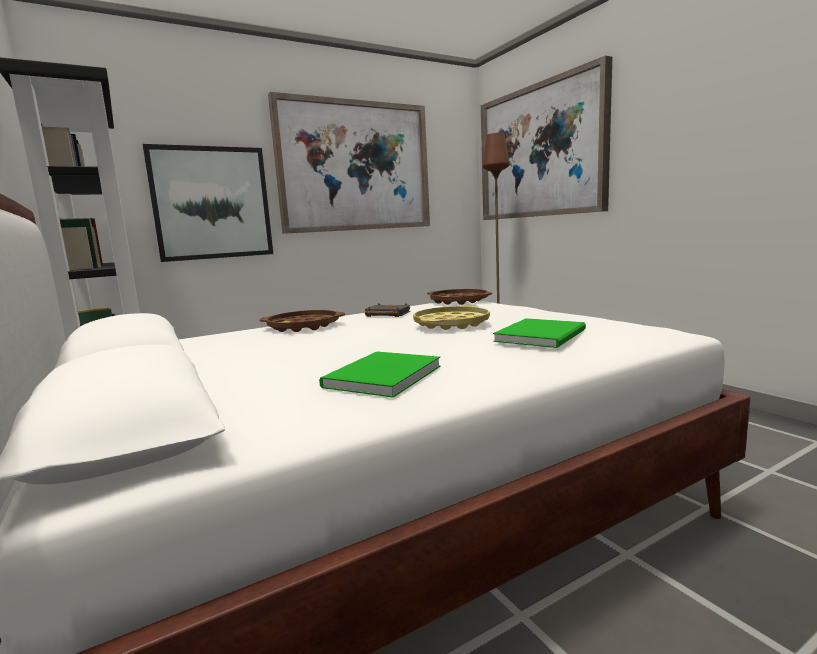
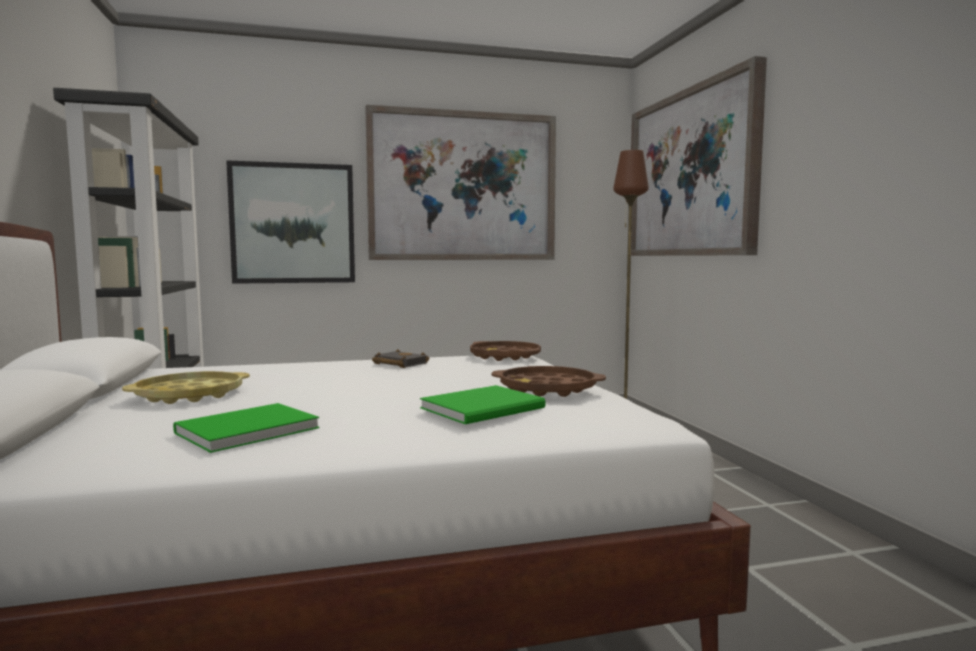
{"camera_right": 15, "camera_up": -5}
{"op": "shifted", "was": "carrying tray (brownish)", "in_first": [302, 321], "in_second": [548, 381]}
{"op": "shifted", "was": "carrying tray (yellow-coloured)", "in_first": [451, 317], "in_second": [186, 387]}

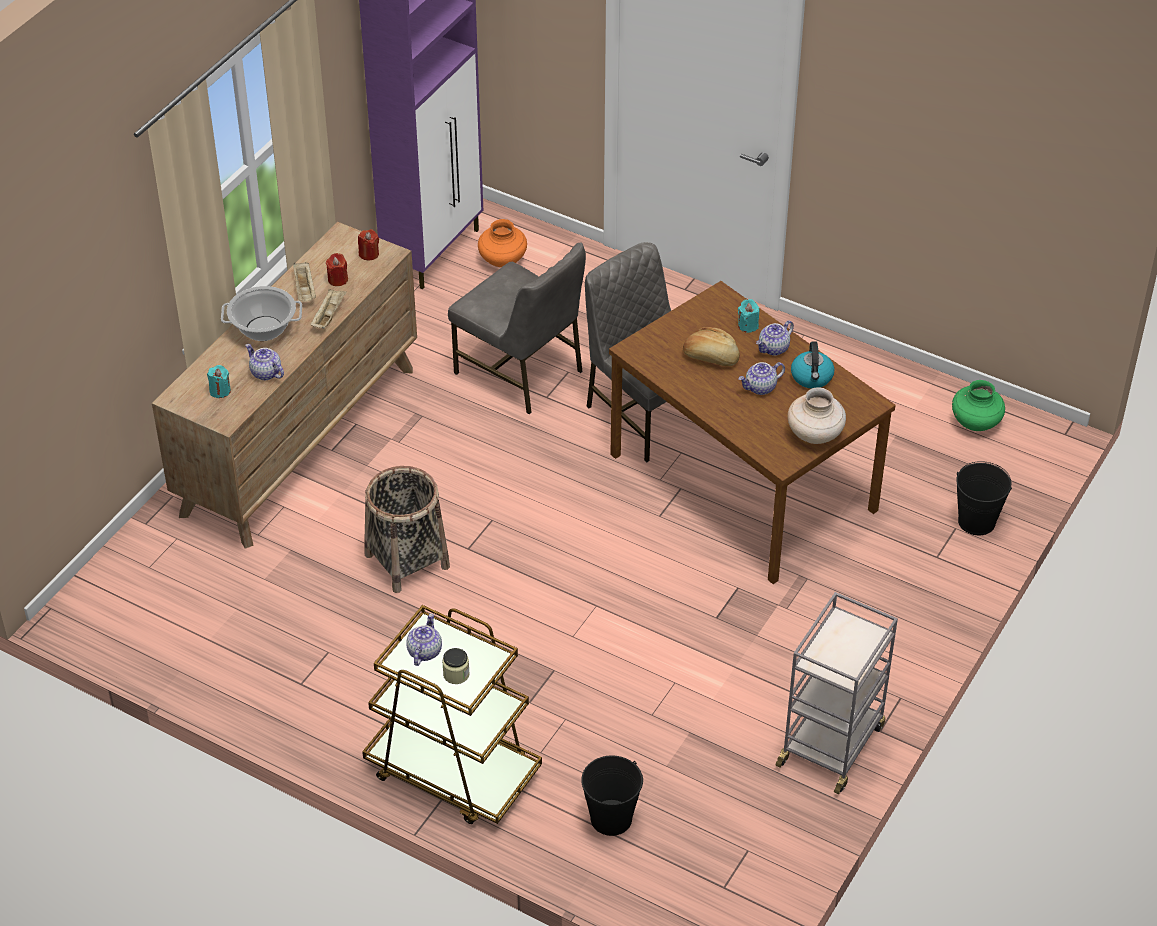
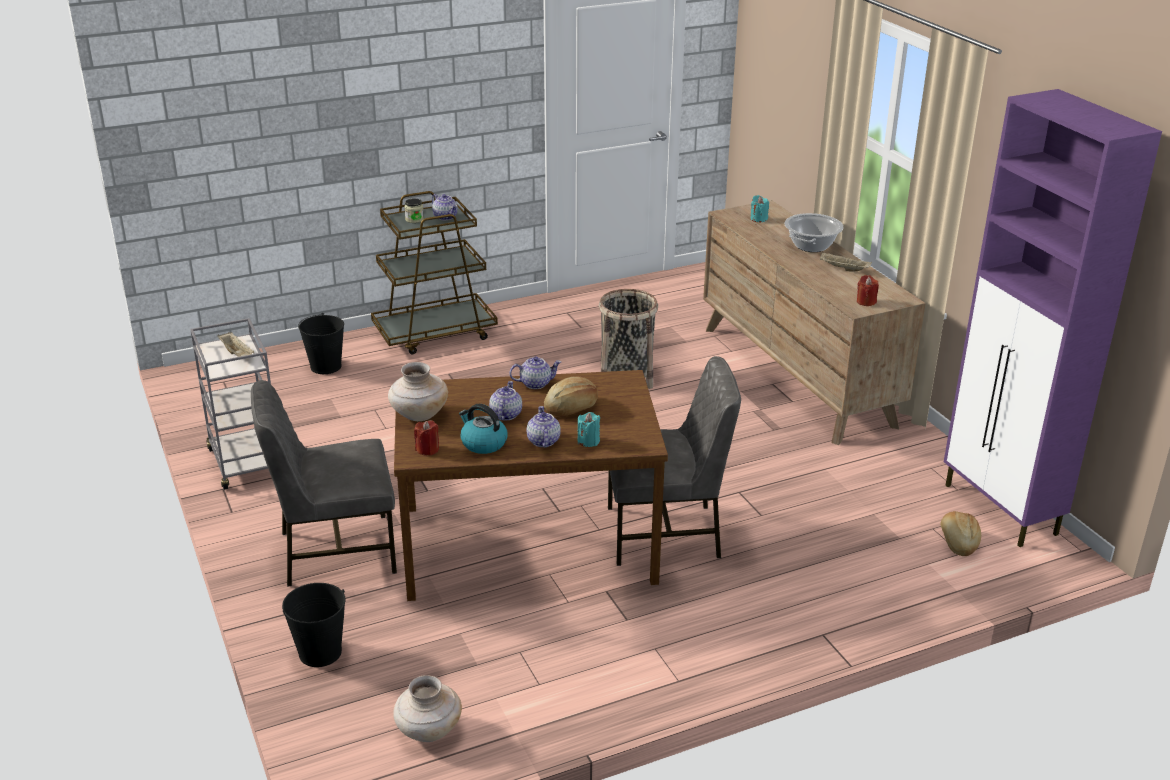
{"camera_right": 125, "camera_up": -15}
{"op": "shifted", "was": "pot for tea", "in_first": [264, 362], "in_second": [535, 373]}
{"op": "shifted", "was": "carrying tray (beige-coloured)", "in_first": [329, 309], "in_second": [235, 344]}
{"op": "shifted", "was": "candle (red-coloured)", "in_first": [337, 269], "in_second": [426, 438]}
{"op": "shifted", "was": "chair (greyish)", "in_first": [517, 328], "in_second": [324, 483]}
{"op": "swapped", "was": "vase (orange-coloured)", "now": "bakery bread", "in_first": [502, 243], "in_second": [960, 533]}
{"op": "repainted", "was": "vase (green)", "now": "vase (beige-coloured)", "in_first": [978, 405], "in_second": [427, 708]}

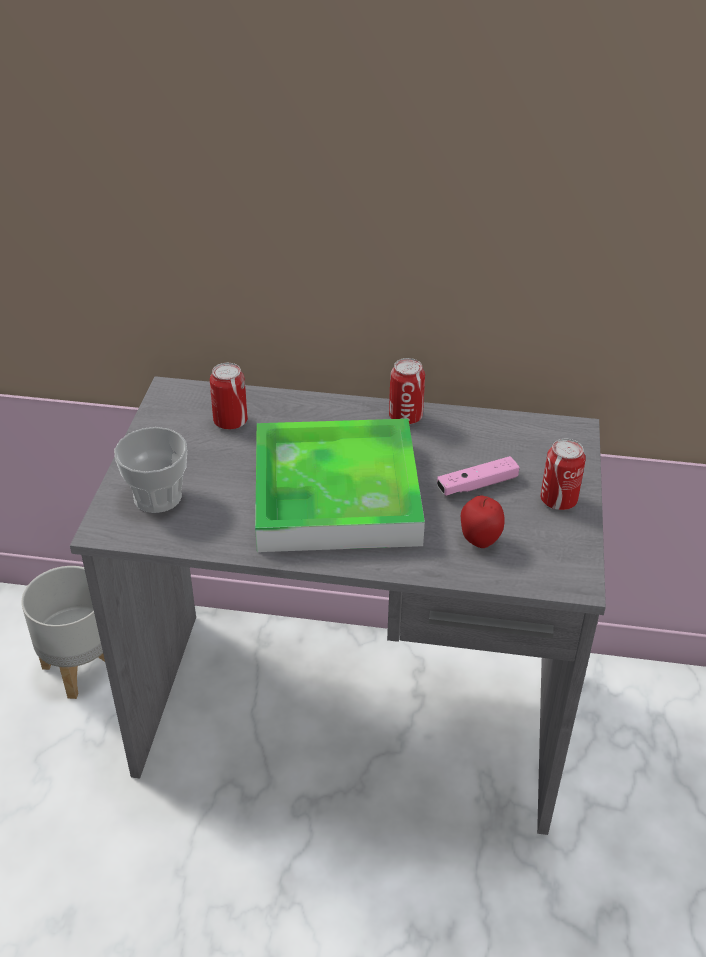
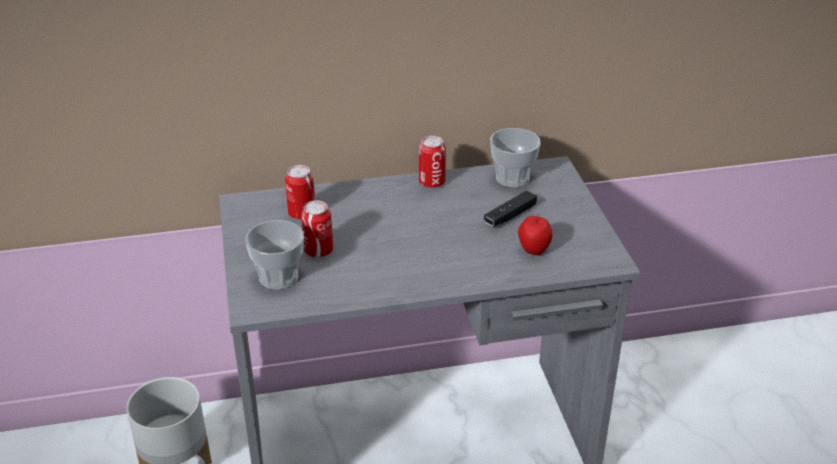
{"camera_right": -20, "camera_up": -5}
{"op": "gone", "was": "carrying tray", "in_first": [340, 485]}
{"op": "repainted", "was": "game controller (pink-coloured)", "now": "game controller (black)", "in_first": [478, 476], "in_second": [510, 209]}
{"op": "shifted", "was": "can", "in_first": [563, 474], "in_second": [317, 228]}
{"op": "new", "now": "cup", "in_second": [515, 157]}

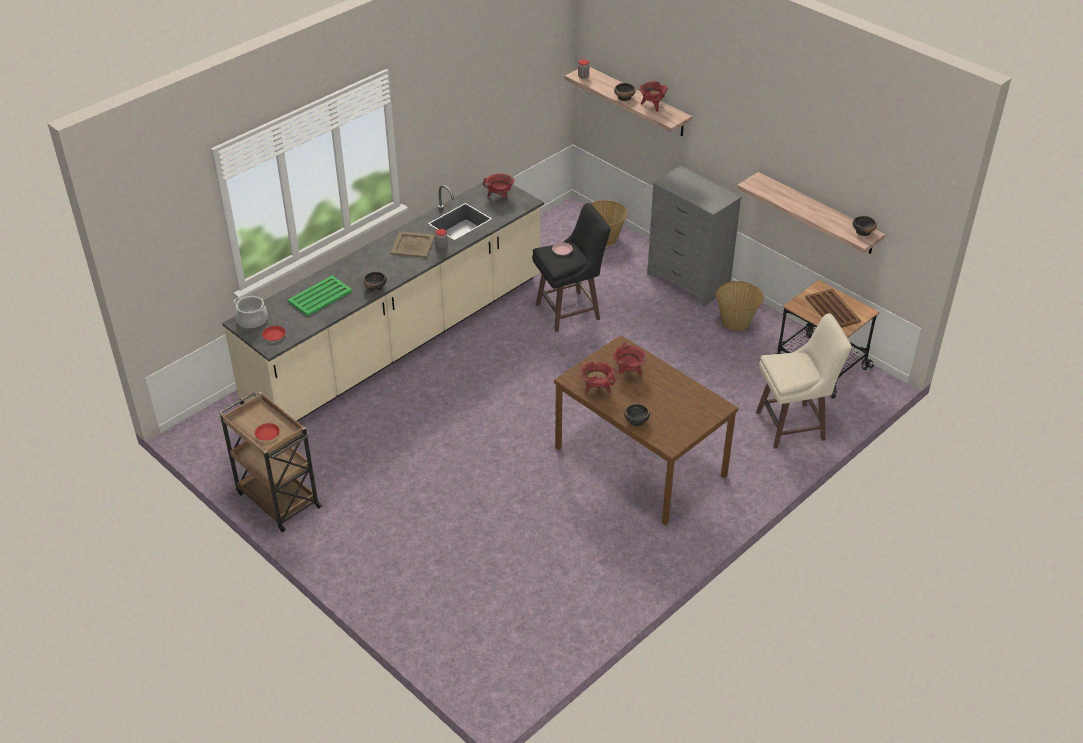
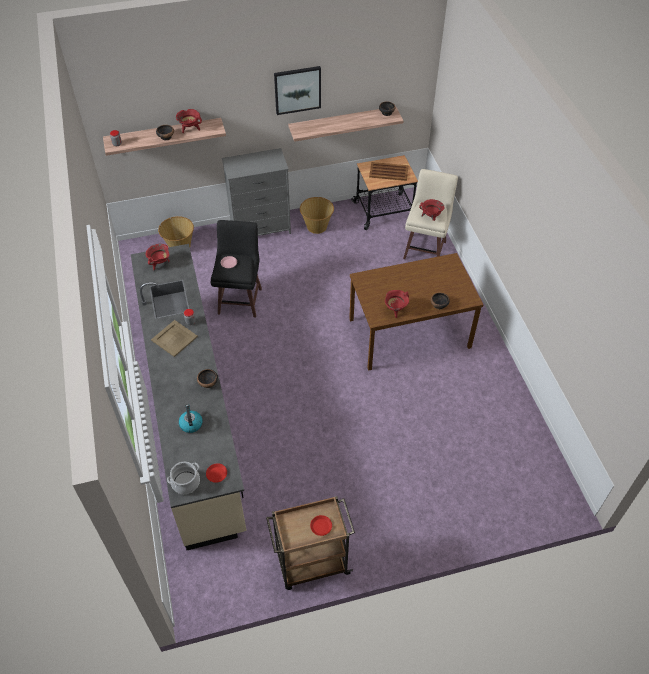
{"camera_right": -60, "camera_up": 10}
{"op": "swapped", "was": "carrying tray (green)", "now": "tea kettle", "in_first": [320, 296], "in_second": [191, 419]}
{"op": "shifted", "was": "stockpot (red-coloured)", "in_first": [629, 358], "in_second": [431, 210]}
{"op": "new", "now": "picture", "in_second": [297, 90]}

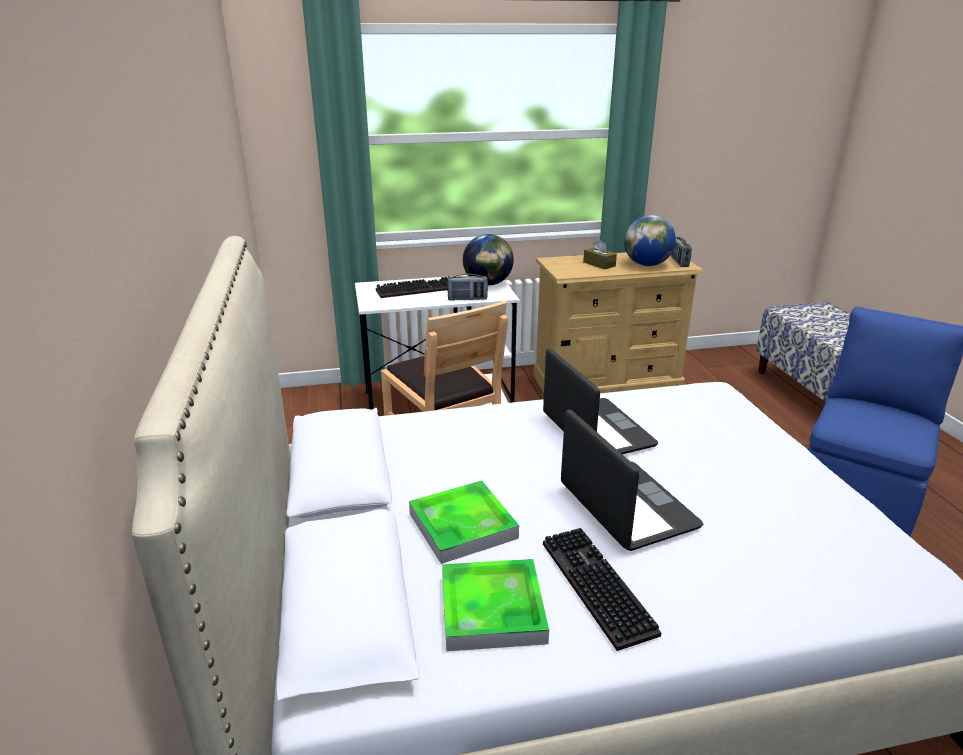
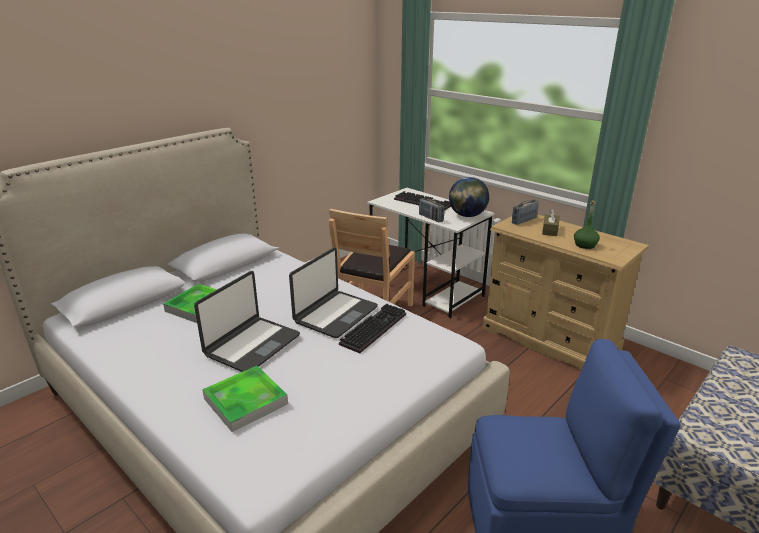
{"camera_right": 55, "camera_up": 0}
{"op": "shifted", "was": "carrying tray", "in_first": [495, 605], "in_second": [245, 399]}
{"op": "shifted", "was": "computer keyboard", "in_first": [602, 589], "in_second": [372, 328]}
{"op": "swapped", "was": "world globe", "now": "beverage bottle (green)", "in_first": [650, 240], "in_second": [587, 225]}
{"op": "shifted", "was": "radio receiver", "in_first": [681, 252], "in_second": [525, 212]}

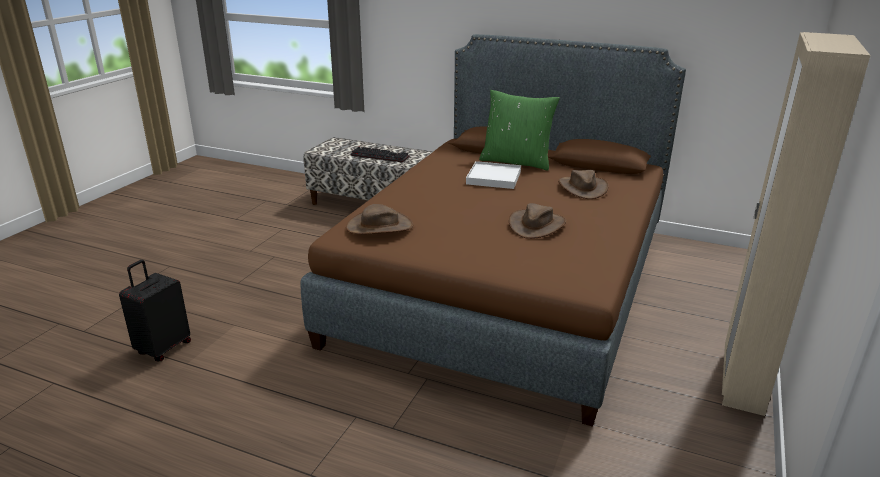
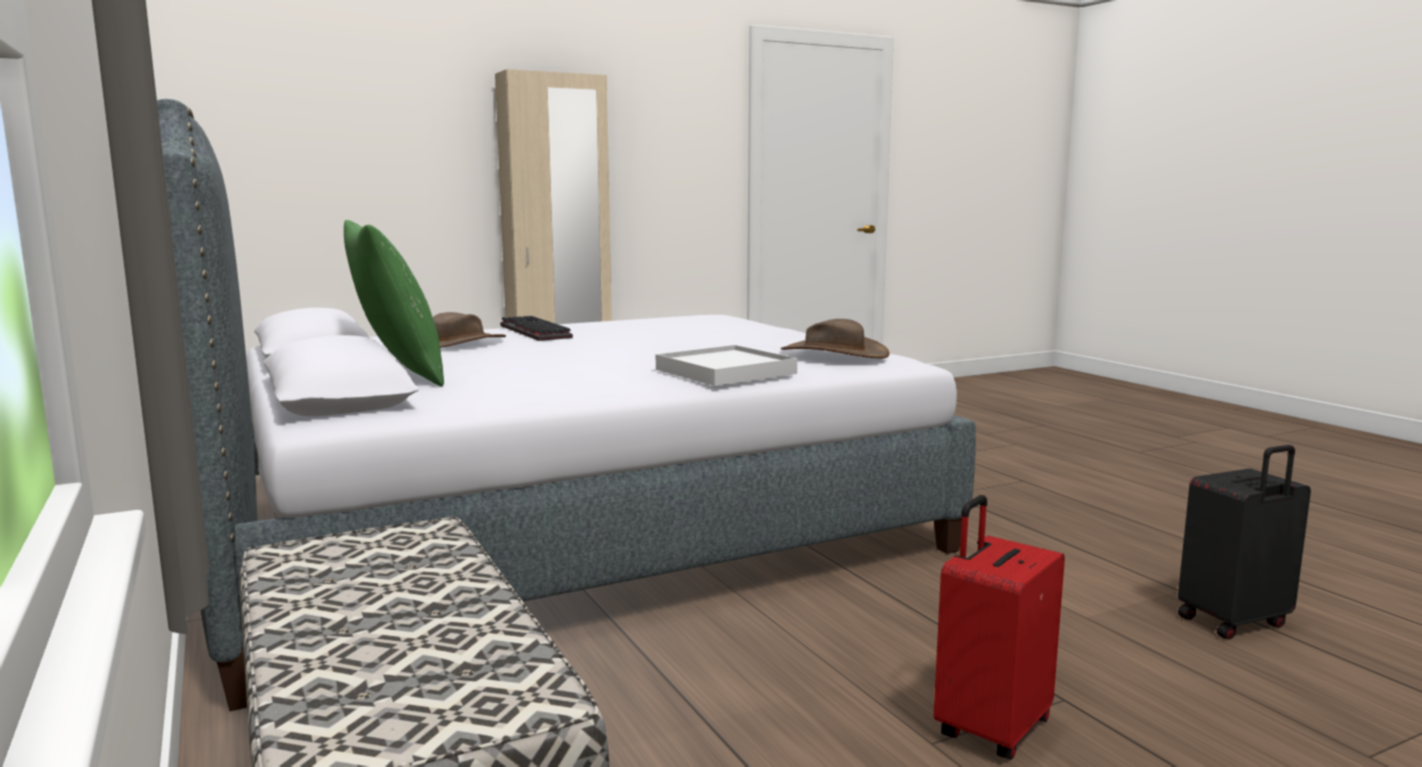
{"camera_right": -140, "camera_up": -15}
{"op": "repainted", "was": "bed (brownish)", "now": "bed (greyish)", "in_first": [493, 230], "in_second": [566, 405]}
{"op": "shifted", "was": "computer keyboard", "in_first": [380, 155], "in_second": [536, 328]}
{"op": "shifted", "was": "carrying tray (whitish)", "in_first": [493, 175], "in_second": [726, 365]}
{"op": "gone", "was": "hat (brownish)", "in_first": [537, 221]}
{"op": "new", "now": "piece of luggage (red-coloured)", "in_second": [999, 627]}

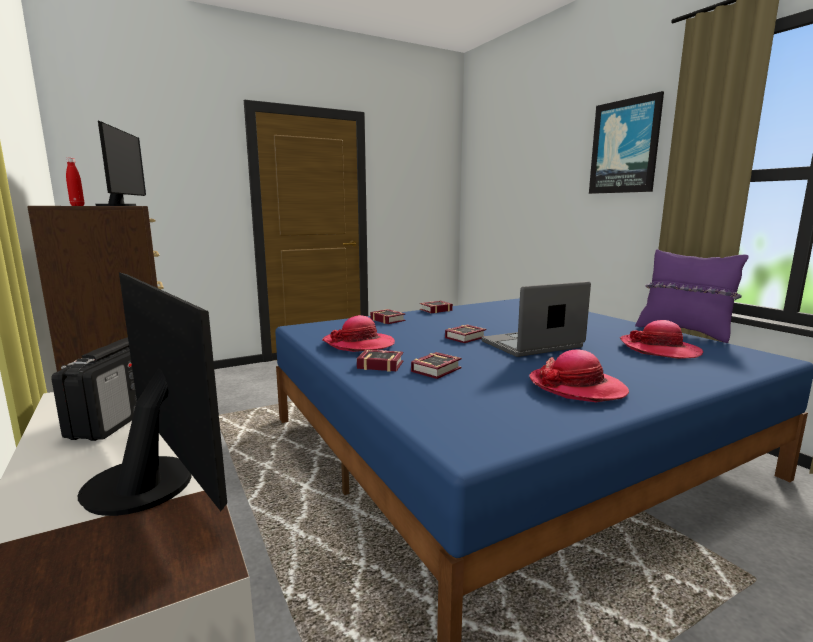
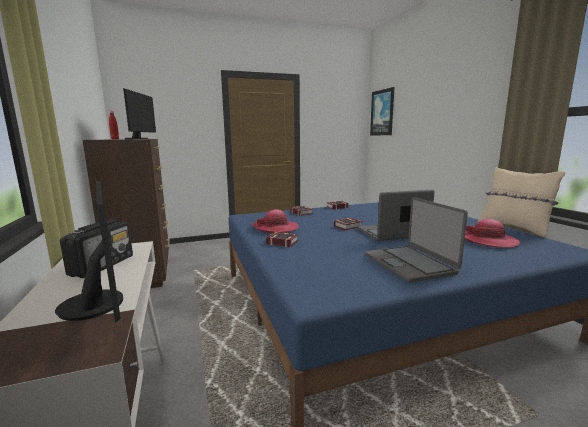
{"camera_right": 10, "camera_up": 0}
{"op": "gone", "was": "bound book", "in_first": [436, 365]}
{"op": "swapped", "was": "hat", "now": "laptop", "in_first": [579, 375], "in_second": [416, 240]}
{"op": "shifted", "was": "picture", "in_first": [626, 142], "in_second": [382, 111]}
{"op": "repainted", "was": "throw pillow (purplish)", "now": "throw pillow (beige-coloured)", "in_first": [691, 296], "in_second": [521, 202]}

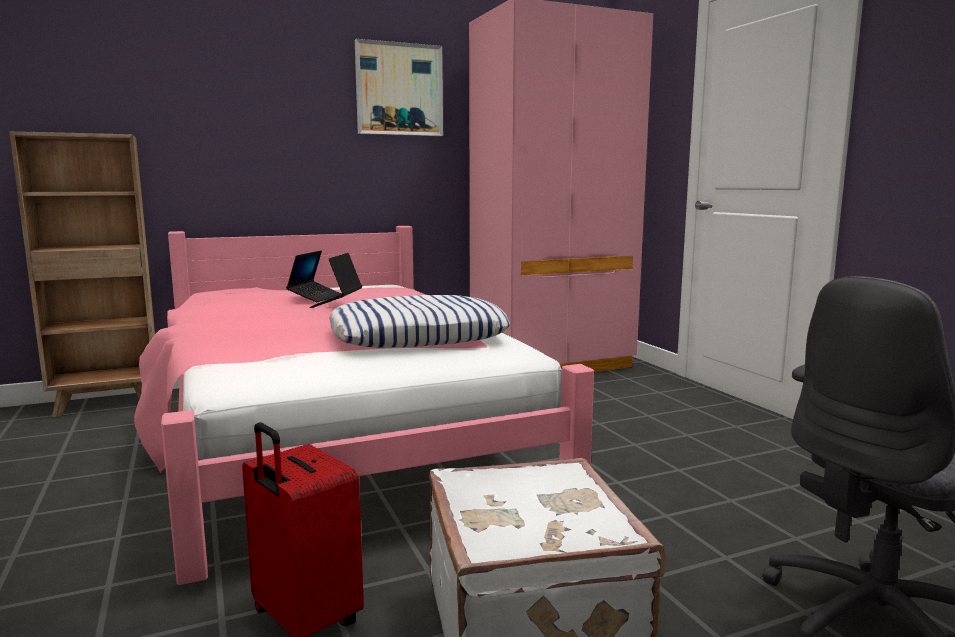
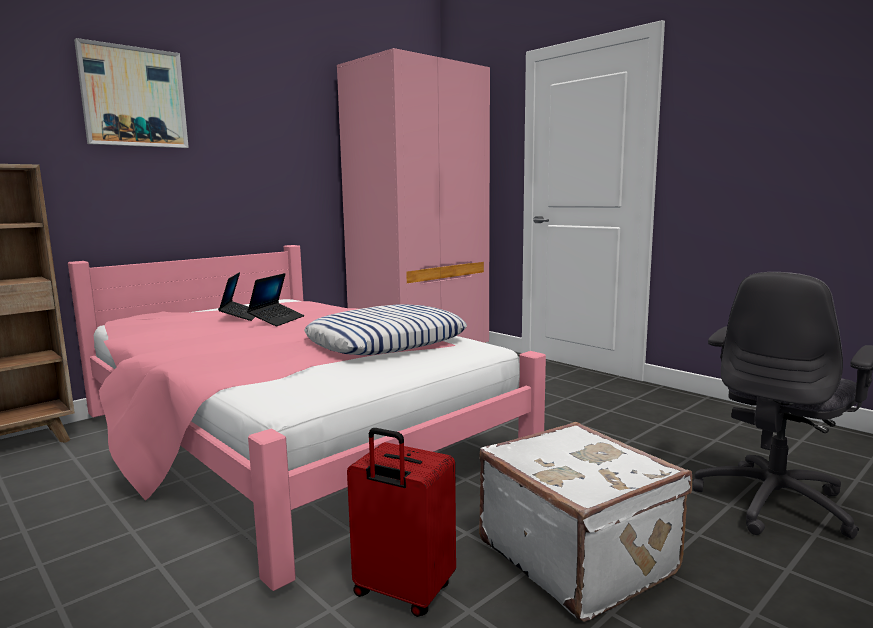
{"camera_right": -20, "camera_up": 0}
{"op": "rotated", "was": "laptop", "in_first": [336, 280], "in_second": [275, 299], "clockwise": -150}
{"op": "shifted", "was": "picture", "in_first": [399, 87], "in_second": [131, 93]}

